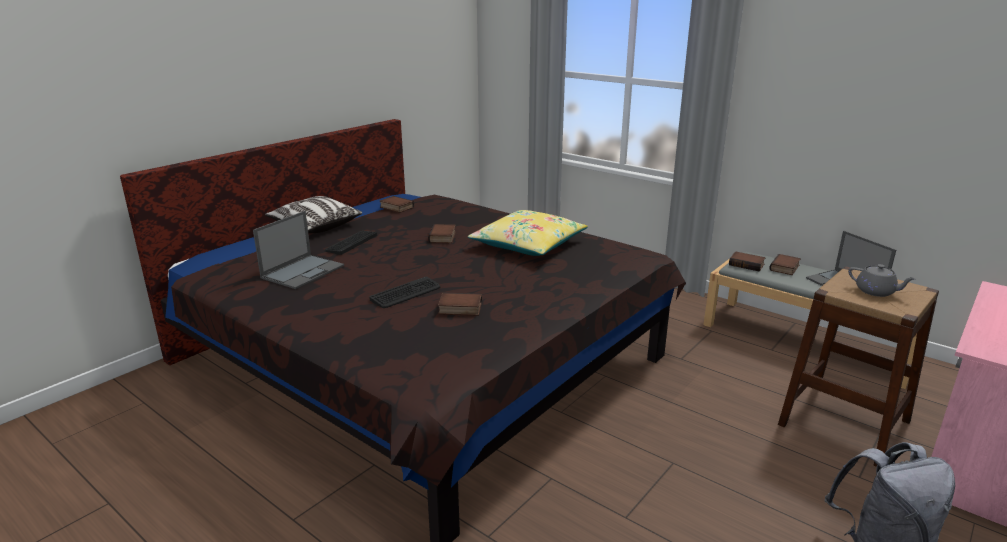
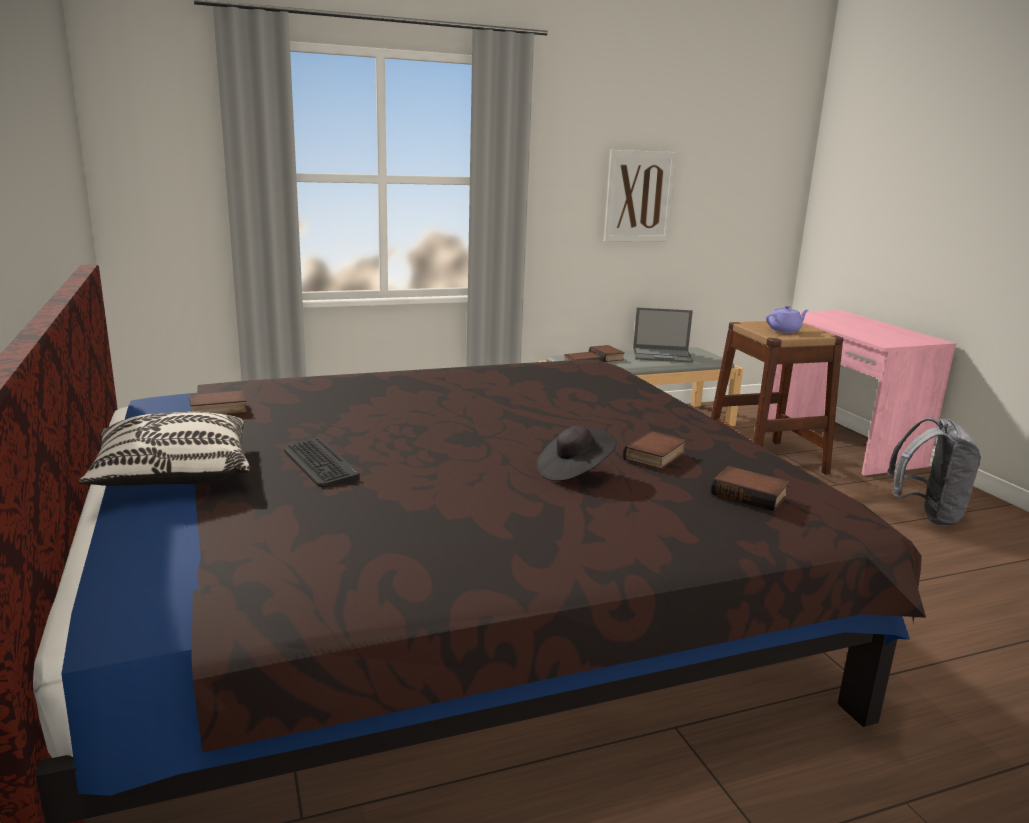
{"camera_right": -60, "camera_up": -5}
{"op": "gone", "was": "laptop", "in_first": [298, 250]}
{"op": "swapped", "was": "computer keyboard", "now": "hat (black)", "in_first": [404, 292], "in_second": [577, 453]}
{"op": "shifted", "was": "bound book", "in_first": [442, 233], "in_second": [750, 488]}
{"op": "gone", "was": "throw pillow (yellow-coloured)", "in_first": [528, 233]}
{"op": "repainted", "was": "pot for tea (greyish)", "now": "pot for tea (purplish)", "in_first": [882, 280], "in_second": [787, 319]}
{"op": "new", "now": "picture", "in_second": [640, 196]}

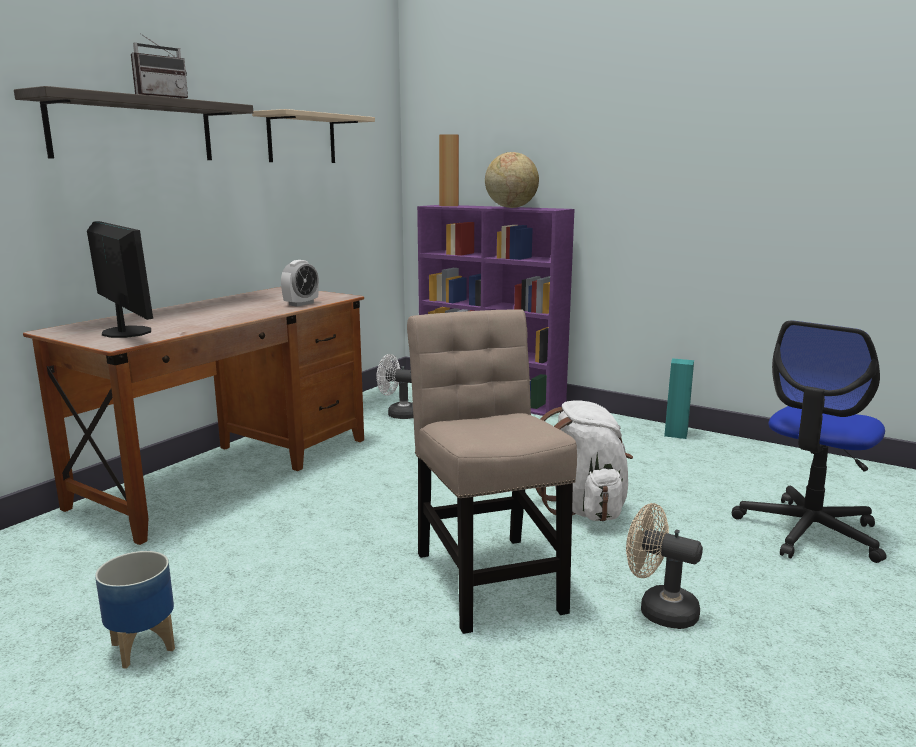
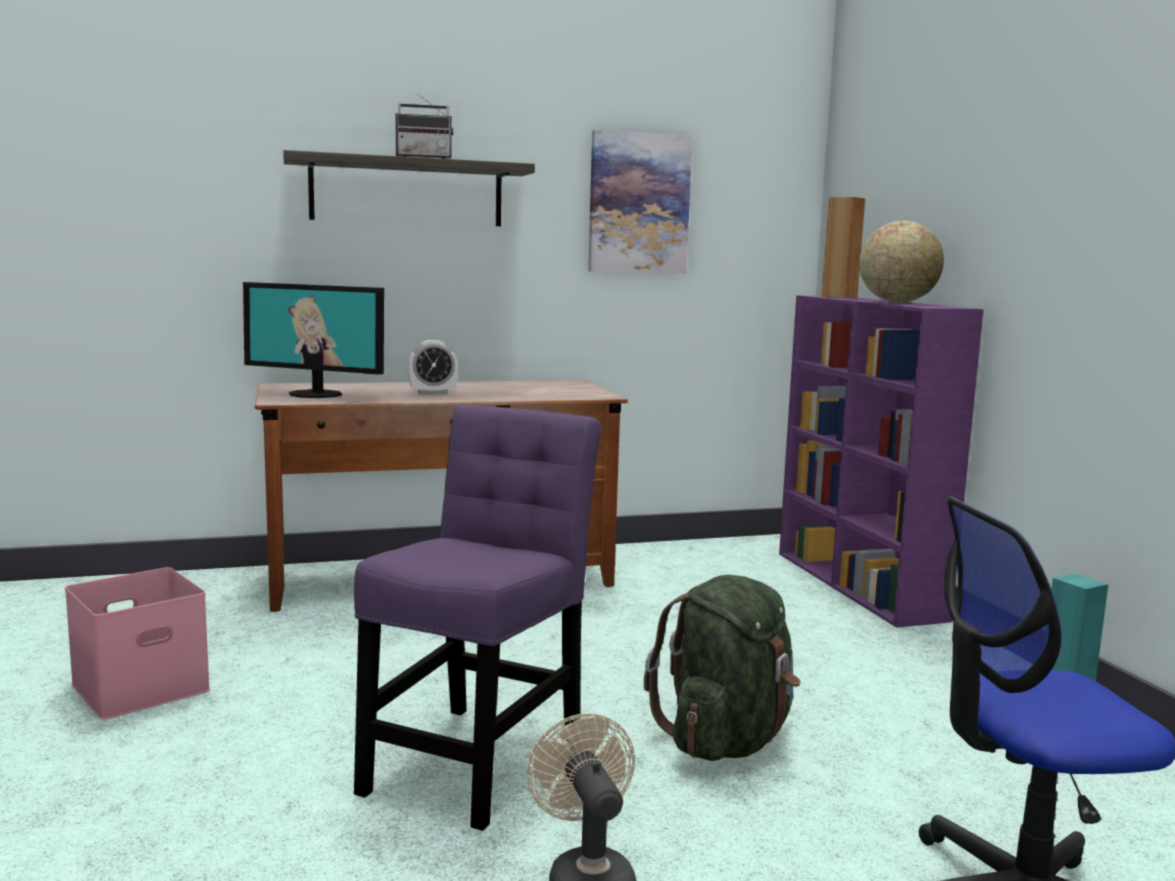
{"camera_right": 40, "camera_up": -5}
{"op": "rotated", "was": "computer screen", "in_first": [120, 279], "in_second": [313, 340], "clockwise": 105}
{"op": "swapped", "was": "plant pot", "now": "storage bin (pink-coloured)", "in_first": [135, 610], "in_second": [137, 643]}
{"op": "swapped", "was": "shelf (beige-coloured)", "now": "picture", "in_first": [313, 136], "in_second": [640, 202]}
{"op": "shifted", "was": "table clock", "in_first": [300, 283], "in_second": [433, 367]}
{"op": "gone", "was": "cooling fan (whitish)", "in_first": [395, 386]}
{"op": "repainted", "was": "chair (beige-coloured)", "now": "chair (purplish)", "in_first": [492, 471], "in_second": [477, 618]}
{"op": "repainted", "was": "backpack (whitish)", "now": "backpack (green)", "in_first": [584, 460], "in_second": [722, 667]}

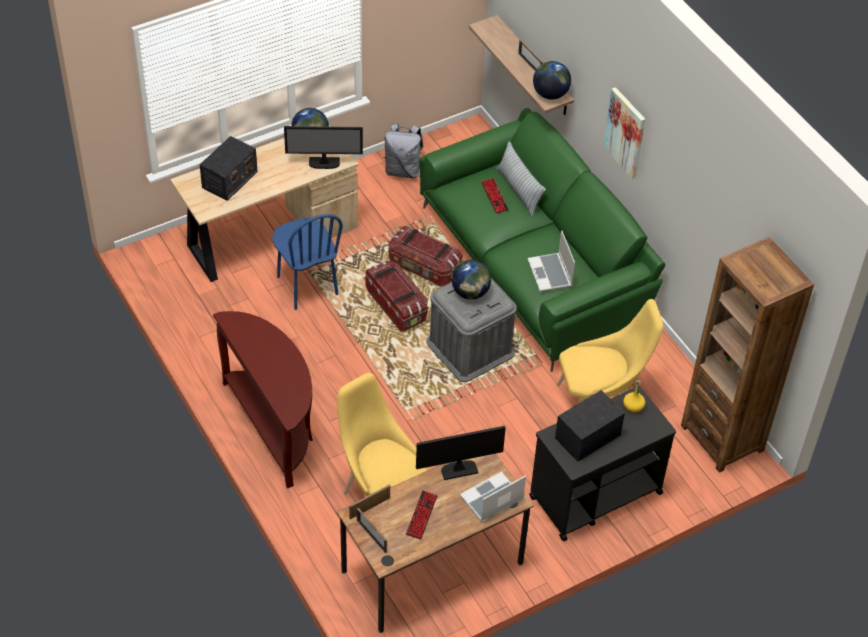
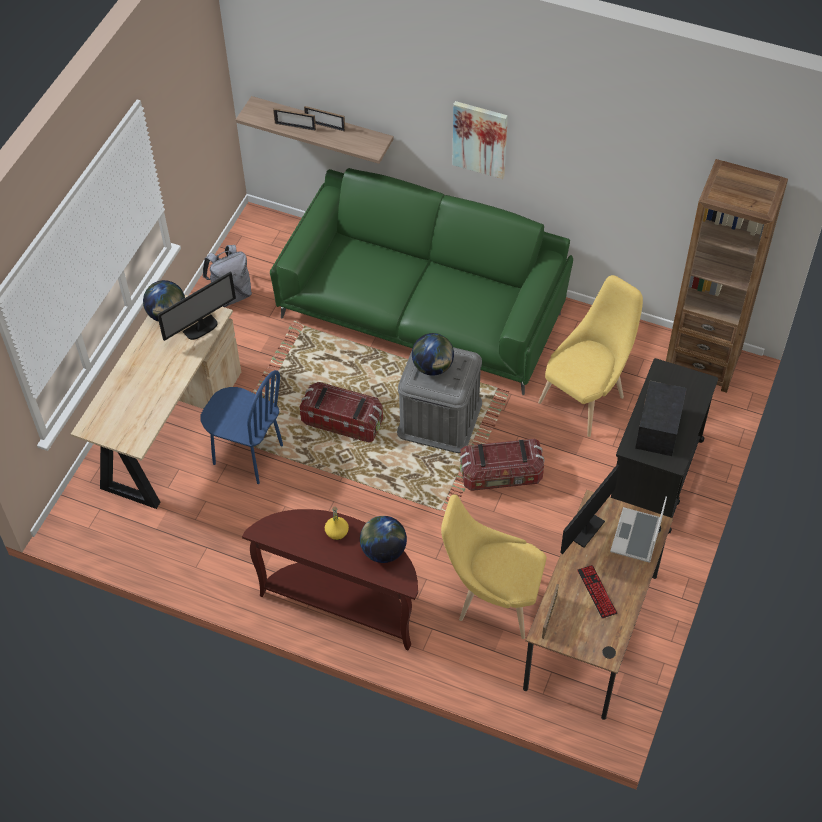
{"camera_right": -35, "camera_up": 5}
{"op": "gone", "was": "radio receiver", "in_first": [228, 168]}
{"op": "shifted", "was": "picture frame", "in_first": [372, 530], "in_second": [294, 119]}
{"op": "shifted", "was": "storage bin", "in_first": [425, 255], "in_second": [502, 465]}
{"op": "gone", "was": "computer keyboard", "in_first": [495, 196]}
{"op": "gone", "was": "throw pillow", "in_first": [521, 178]}
{"op": "gone", "was": "laptop", "in_first": [551, 261]}
{"op": "shifted", "was": "world globe", "in_first": [552, 80], "in_second": [383, 539]}
{"op": "shifted", "was": "beverage bottle (yellow-coloured)", "in_first": [634, 396], "in_second": [337, 523]}

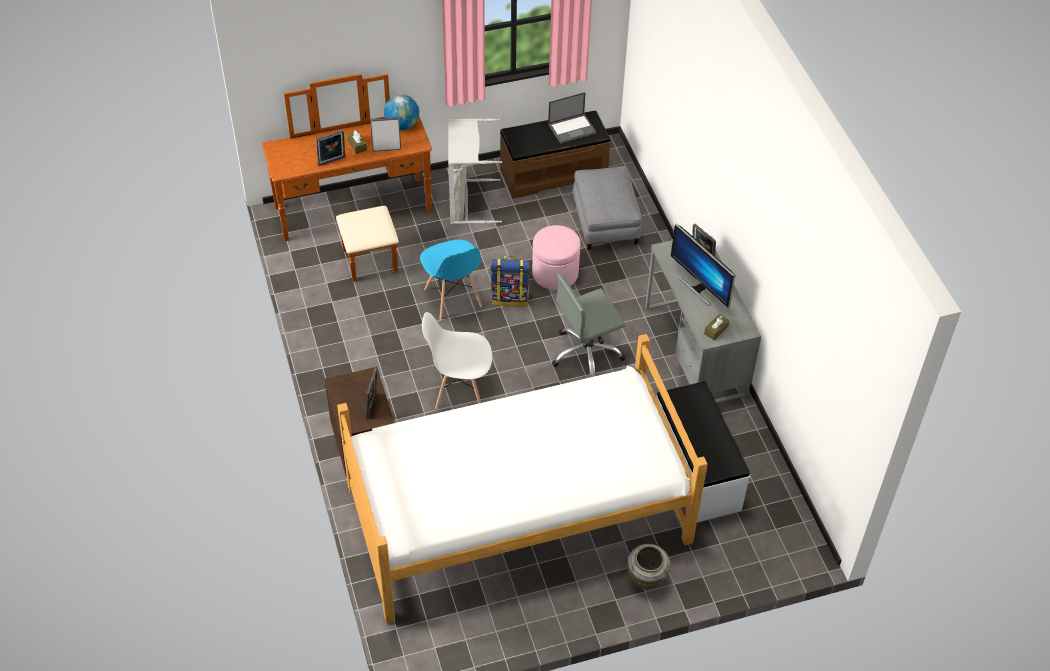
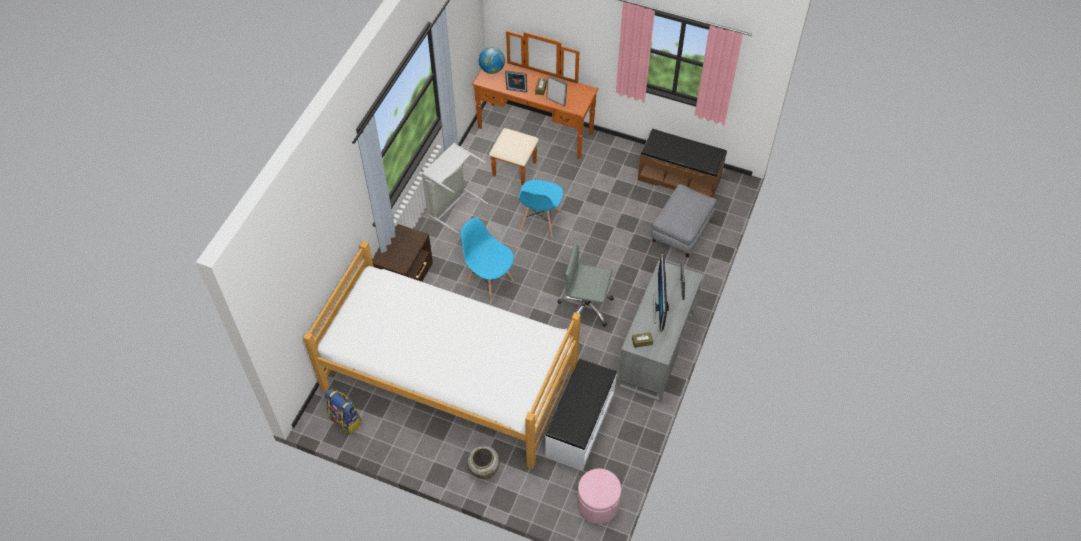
{"camera_right": 40, "camera_up": 5}
{"op": "gone", "was": "picture frame", "in_first": [371, 393]}
{"op": "shifted", "was": "world globe", "in_first": [401, 112], "in_second": [492, 60]}
{"op": "repainted", "was": "chair (whitish)", "now": "chair (bluish)", "in_first": [457, 360], "in_second": [487, 260]}
{"op": "shifted", "was": "washing basket (greyish)", "in_first": [475, 171], "in_second": [455, 188]}
{"op": "shifted", "was": "backpack", "in_first": [510, 281], "in_second": [343, 412]}
{"op": "shifted", "was": "ottoman (pink-coloured)", "in_first": [556, 257], "in_second": [599, 496]}
{"op": "gone", "was": "laptop", "in_first": [572, 118]}

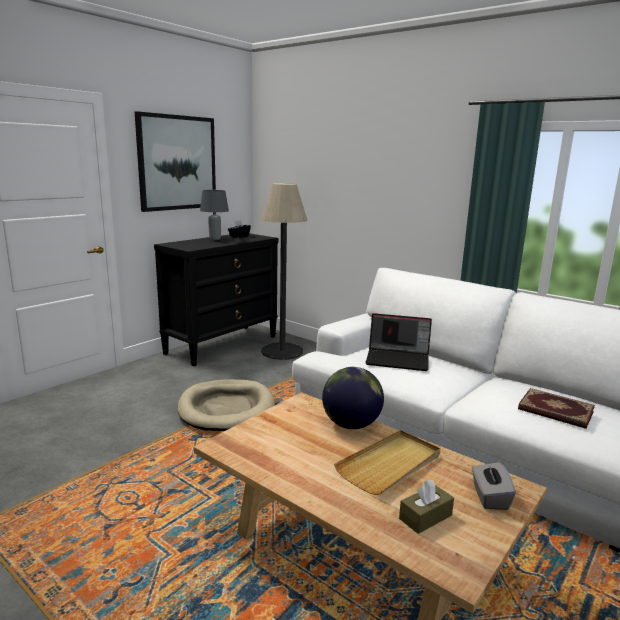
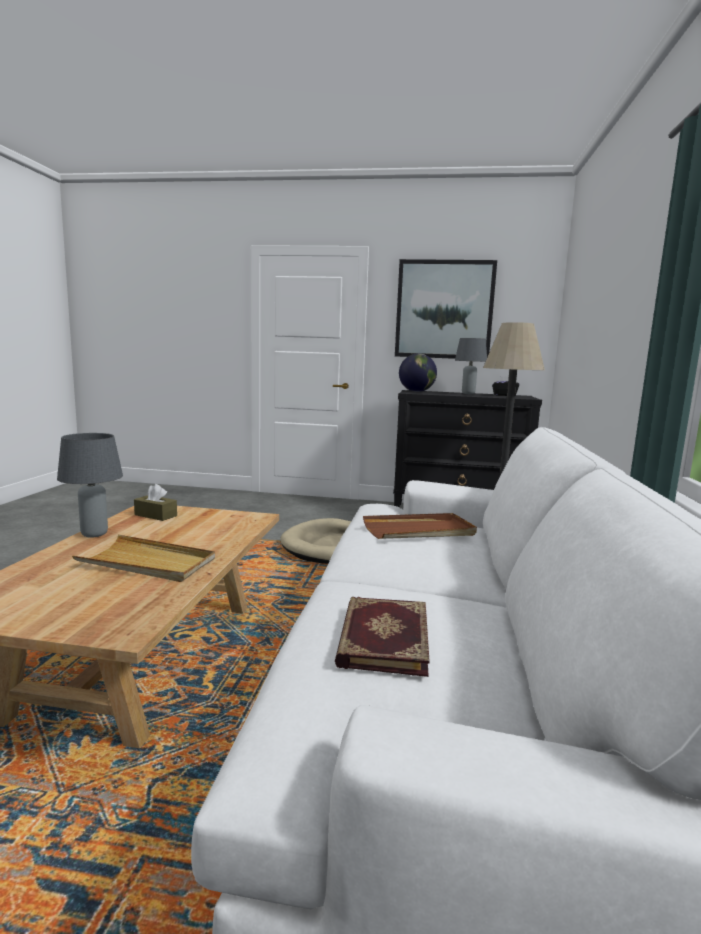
{"camera_right": 60, "camera_up": -5}
{"op": "shifted", "was": "world globe", "in_first": [353, 398], "in_second": [418, 373]}
{"op": "swapped", "was": "laptop", "now": "carrying tray (brownish)", "in_first": [398, 342], "in_second": [420, 526]}
{"op": "shifted", "was": "tissue box (brownish)", "in_first": [426, 506], "in_second": [155, 502]}
{"op": "gone", "was": "tissue box (greyish)", "in_first": [494, 486]}
{"op": "new", "now": "lamp for a table (greyish)", "in_second": [90, 485]}

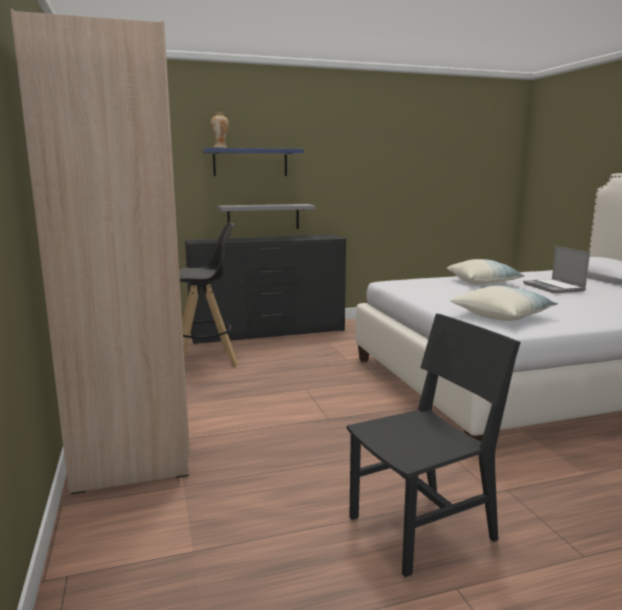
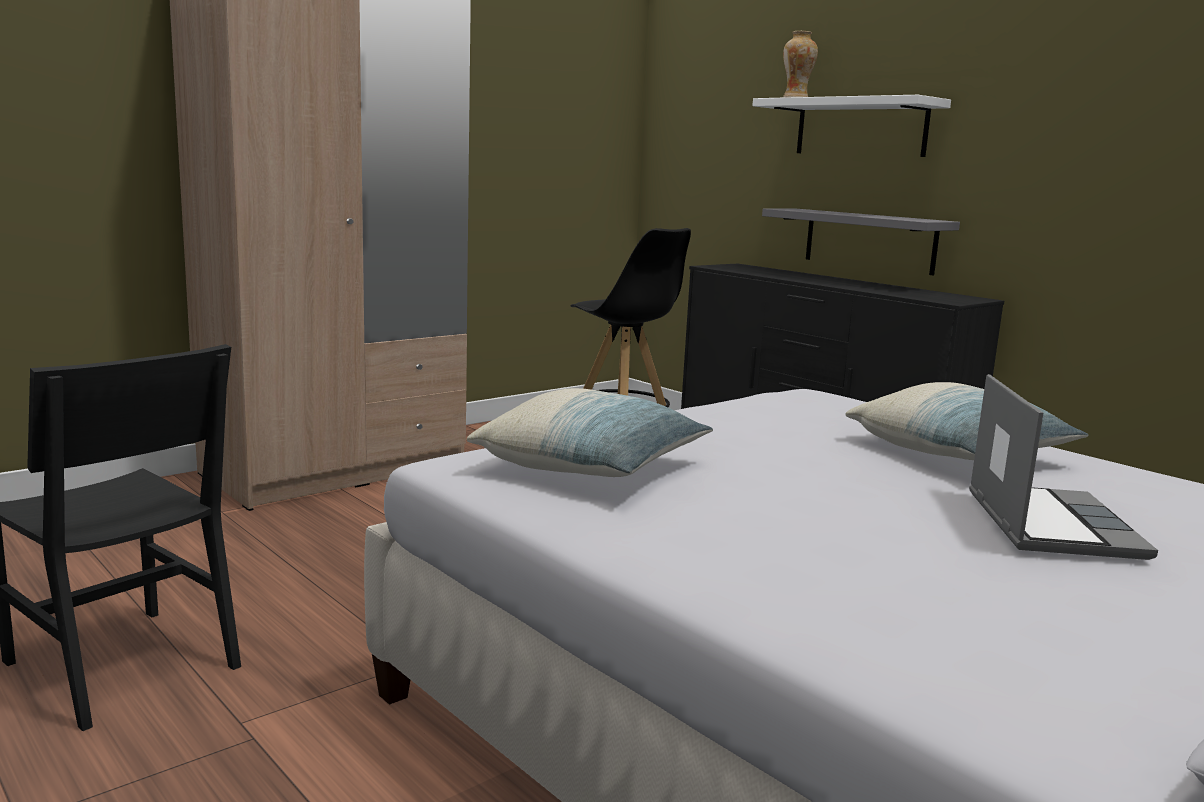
{"camera_right": 65, "camera_up": 0}
{"op": "repainted", "was": "shelf (bluish)", "now": "shelf (whitish)", "in_first": [253, 162], "in_second": [851, 126]}
{"op": "rotated", "was": "laptop", "in_first": [556, 269], "in_second": [1063, 467], "clockwise": 135}

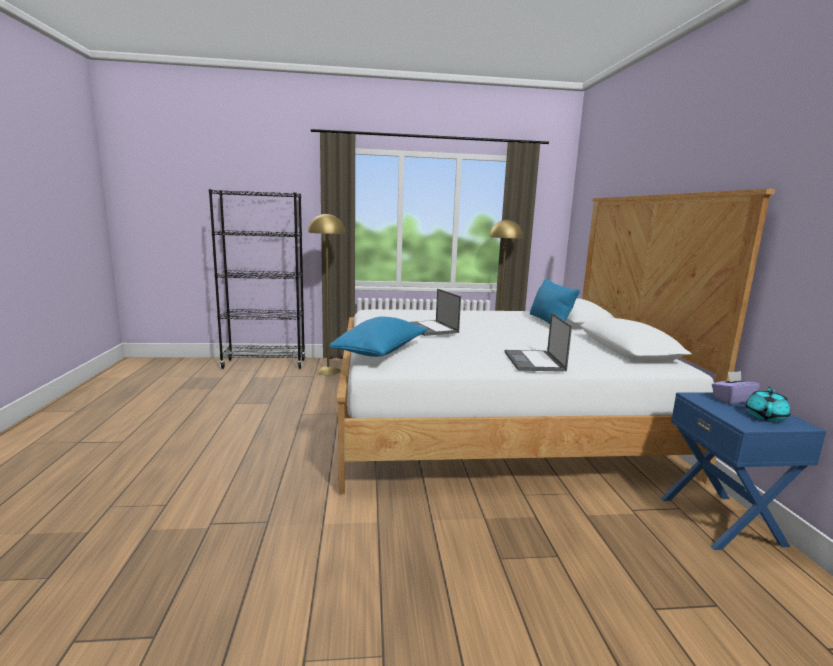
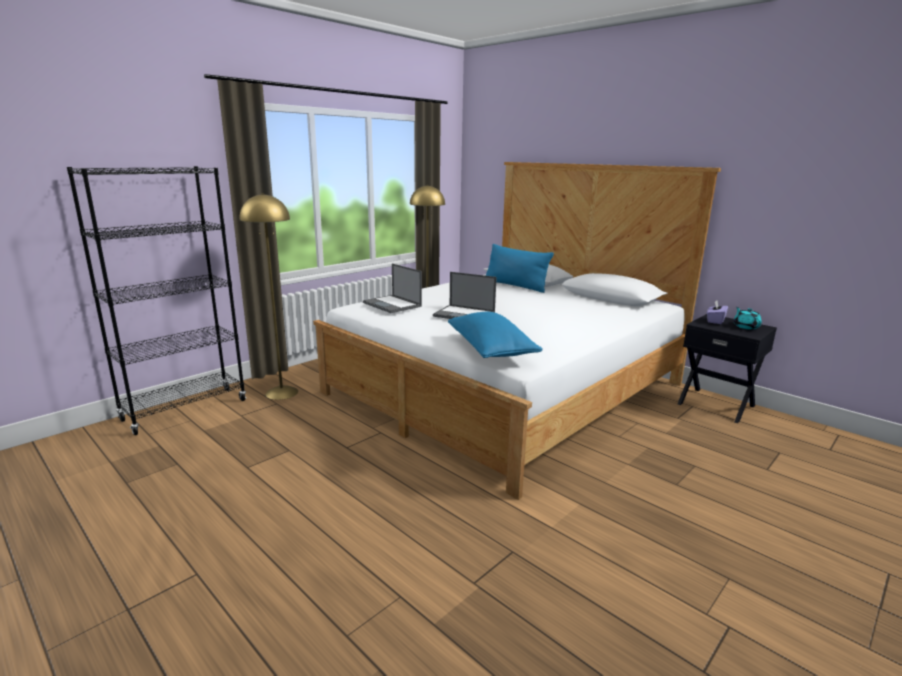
{"camera_right": -40, "camera_up": 5}
{"op": "shifted", "was": "laptop", "in_first": [538, 342], "in_second": [392, 288]}
{"op": "repainted", "was": "nightstand (bluish)", "now": "nightstand (black)", "in_first": [743, 471], "in_second": [727, 368]}

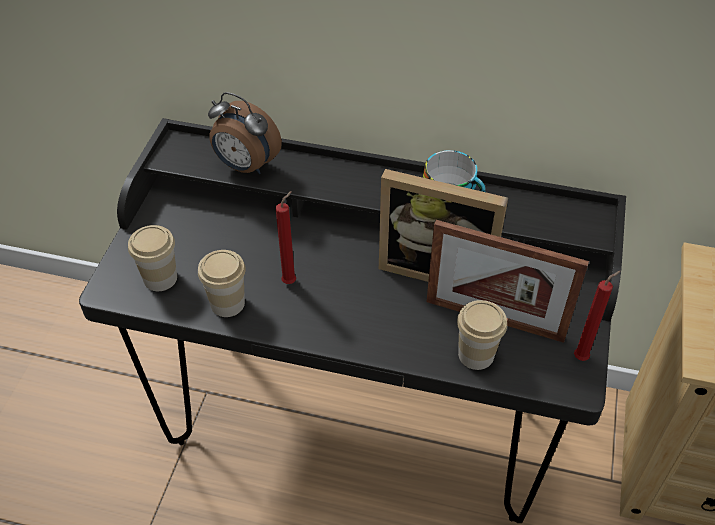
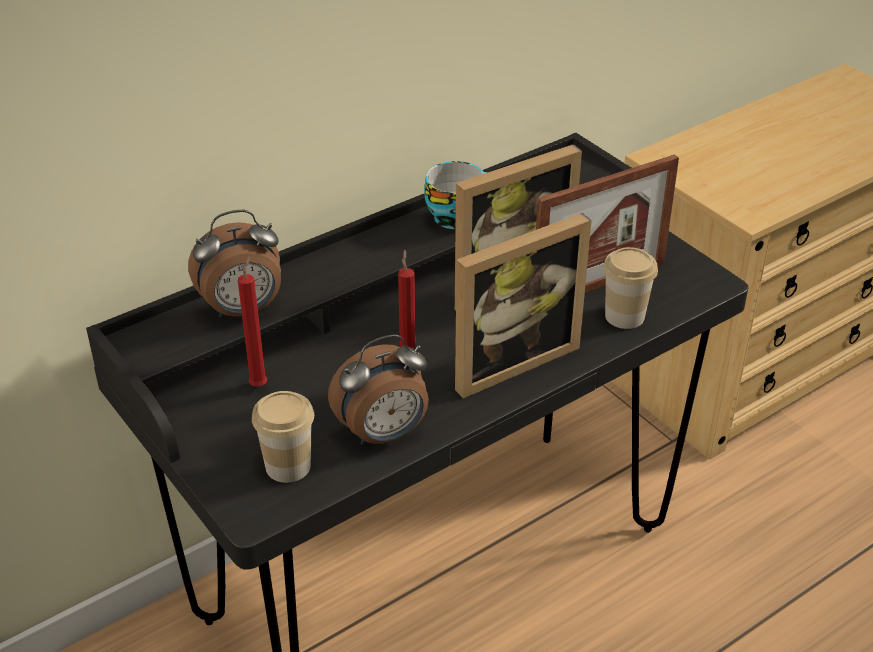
{"camera_right": -50, "camera_up": -10}
{"op": "swapped", "was": "cup", "now": "table clock", "in_first": [222, 283], "in_second": [378, 389]}
{"op": "shifted", "was": "candle (red-coloured)", "in_first": [597, 316], "in_second": [252, 321]}
{"op": "new", "now": "picture frame", "in_second": [523, 305]}

